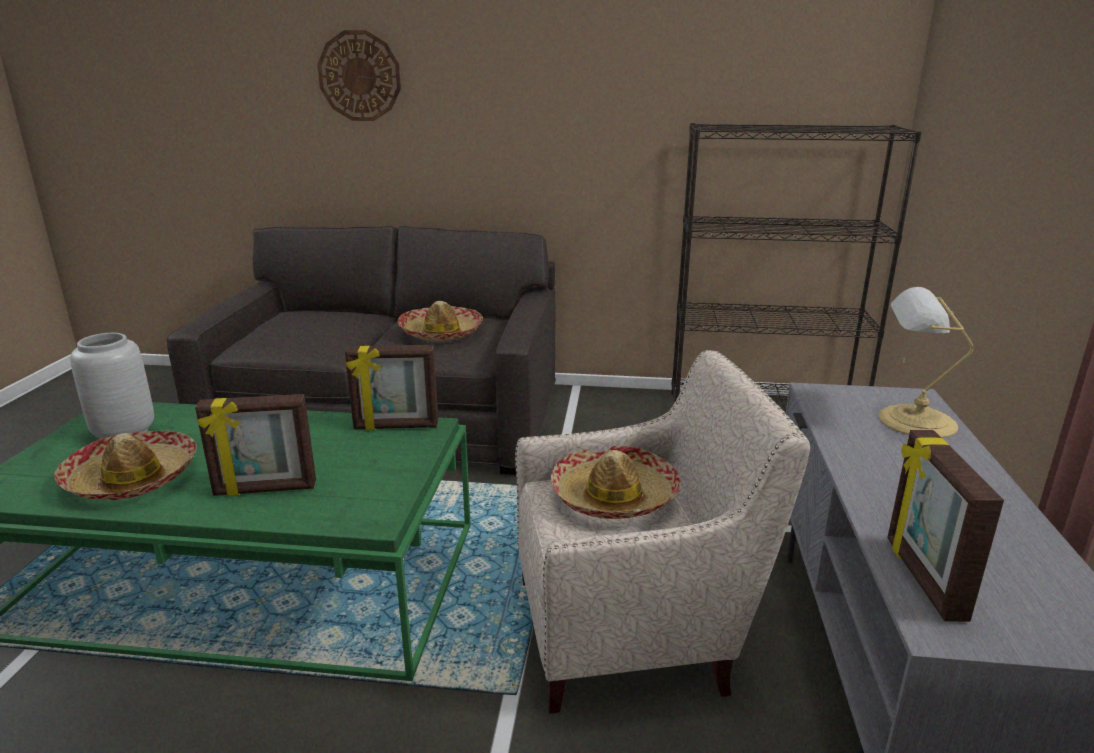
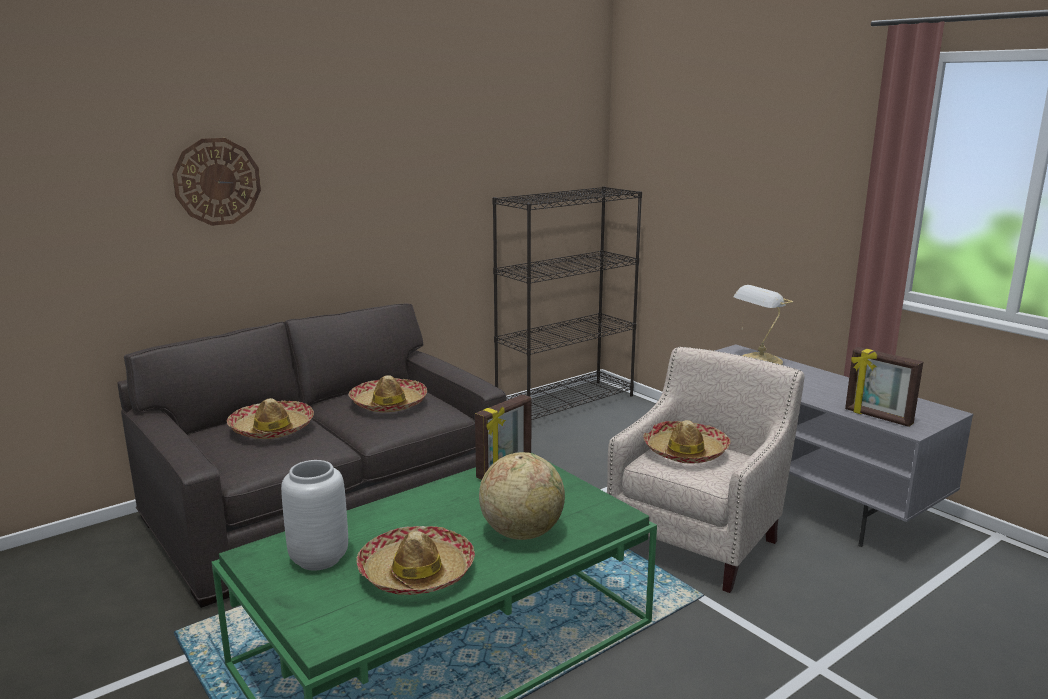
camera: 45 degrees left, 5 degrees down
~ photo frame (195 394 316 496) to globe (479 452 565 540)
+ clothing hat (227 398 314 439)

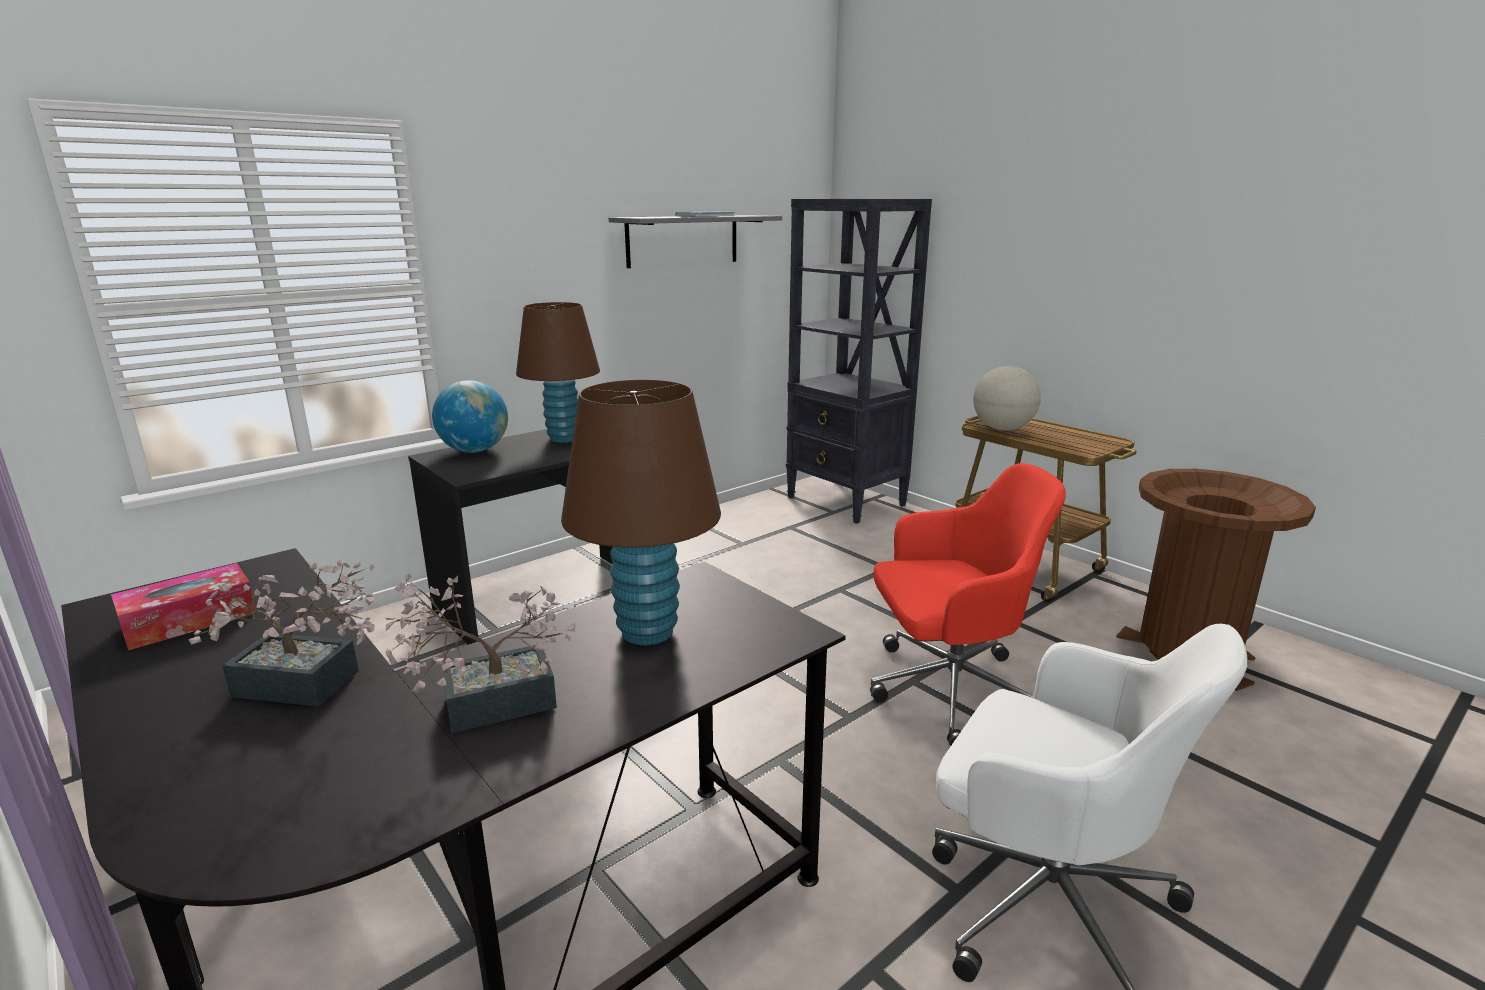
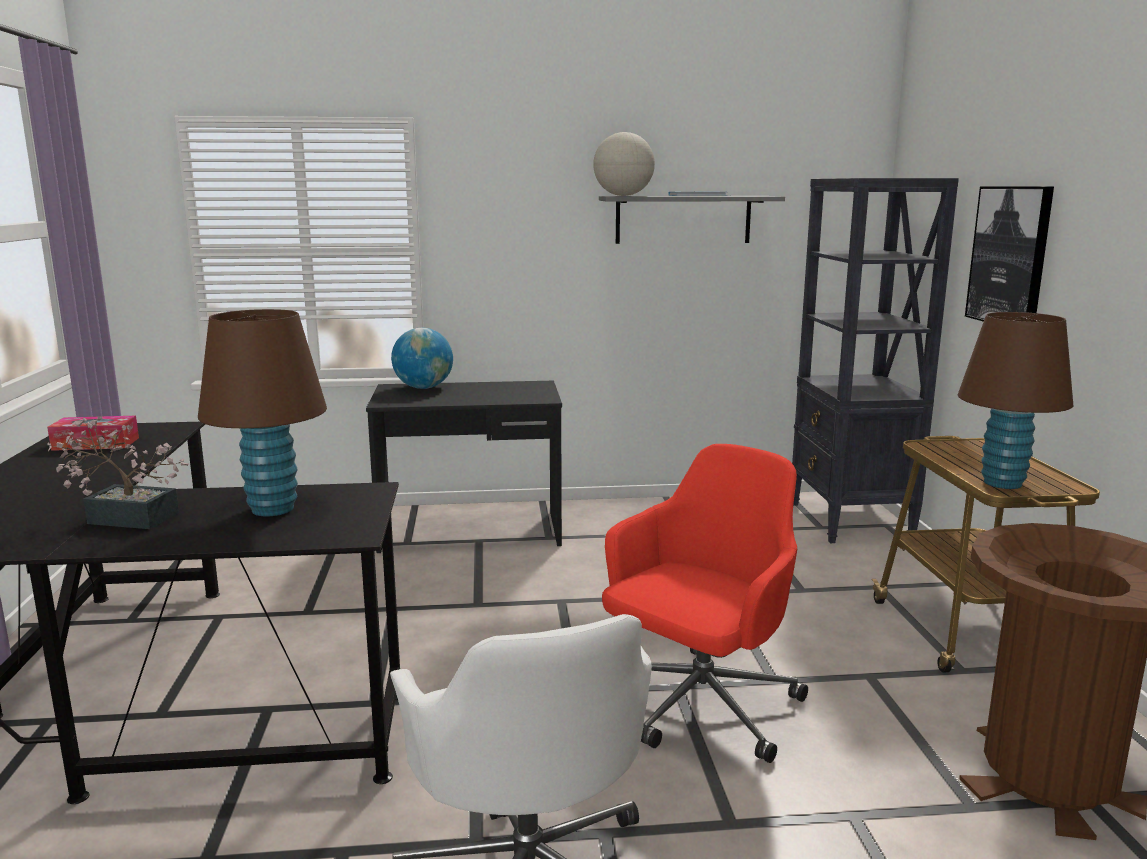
camera: 35 degrees right, 5 degrees down
~ table lamp/brown-coloured (516 302 600 443) to (958 312 1073 489)
~ globe (973 366 1041 431) to (593 132 655 196)
~ office chair/red (870 463 1066 746) = (602 444 808 763) 75 degrees counterclockwise
- potted plant (189 560 375 707)
+ wall art (965 186 1054 322)

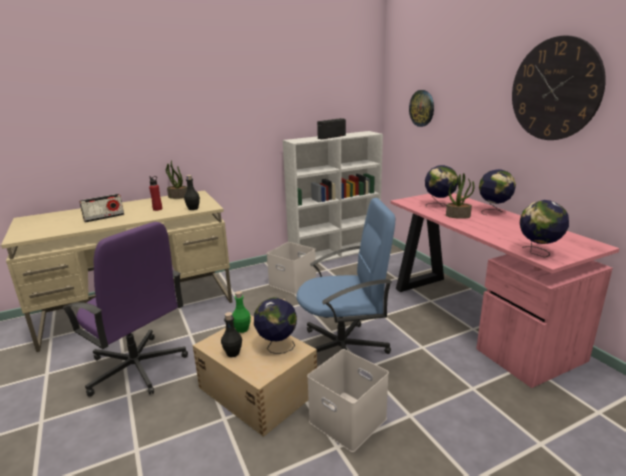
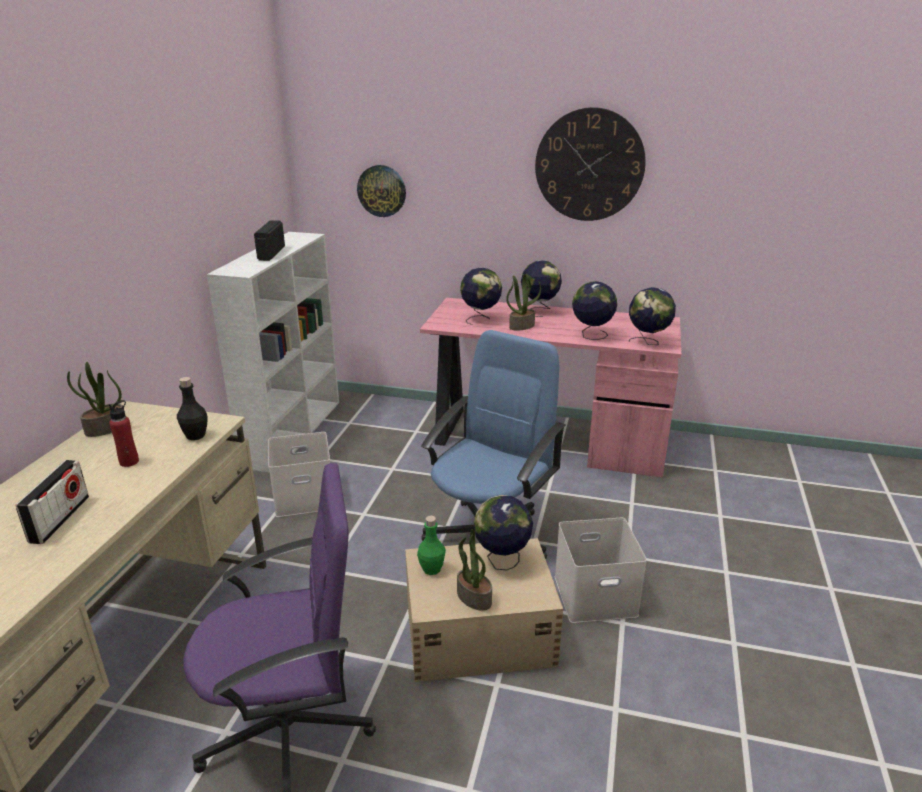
camera: 50 degrees left, 5 degrees up
~ beverage bottle/black (221 312 242 357) to potted plant (457 529 492 611)
+ globe (572 281 617 340)

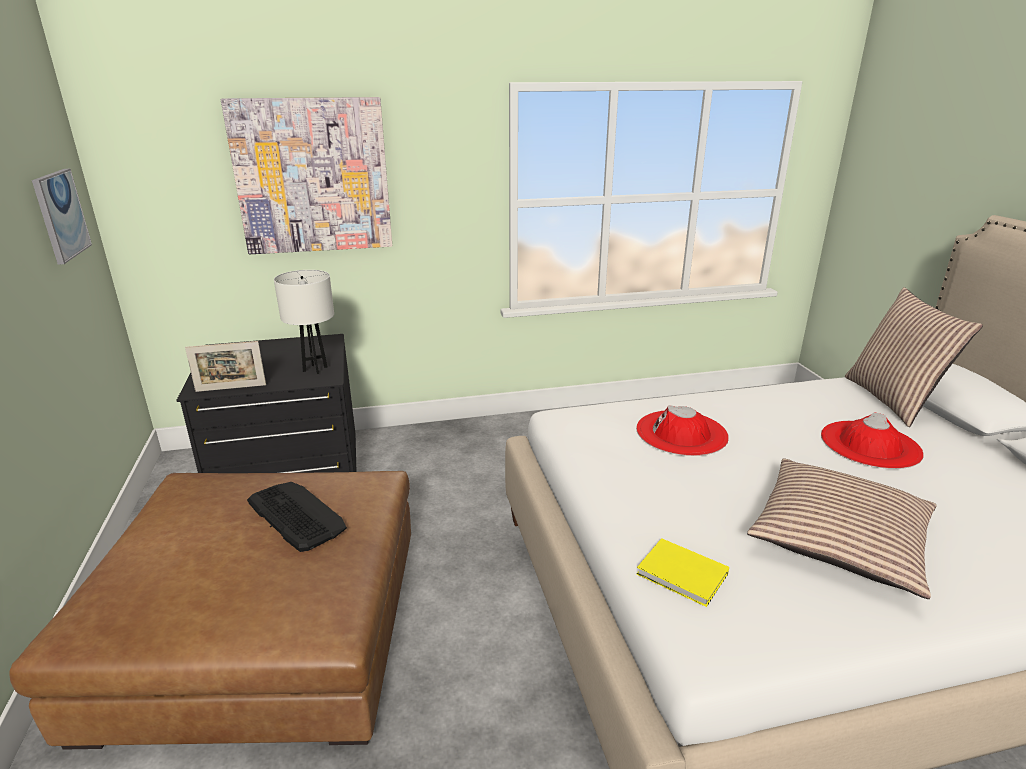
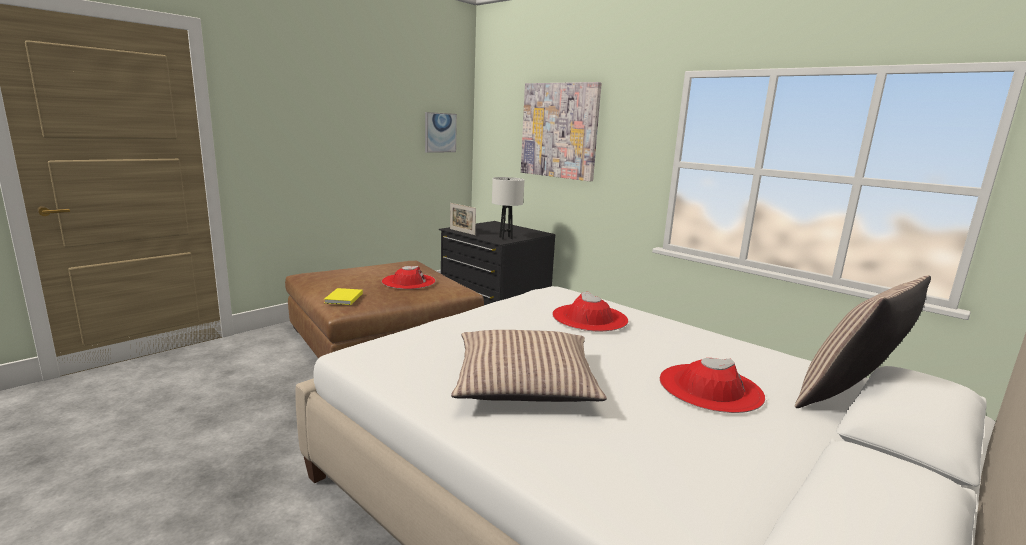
camera: 55 degrees right, 10 degrees down
~ computer keyboard (247 482 347 552) to clothing hat/red (382 266 435 289)
~ volume/yellow-coloured (636 538 729 607) to (324 288 363 305)

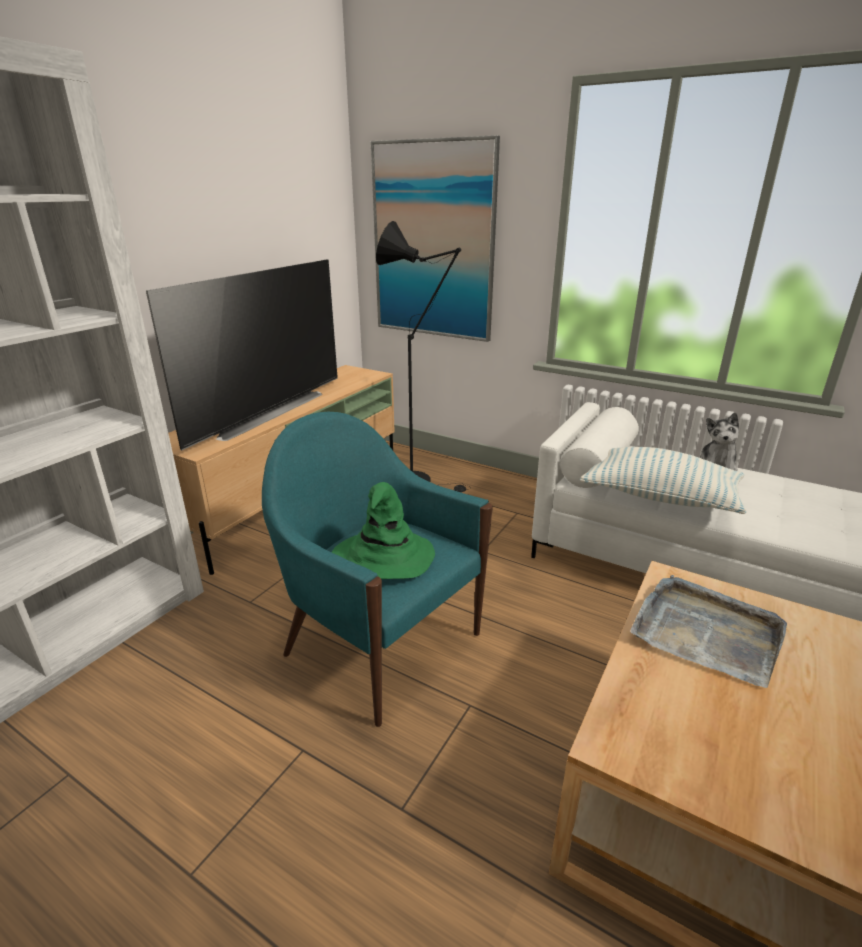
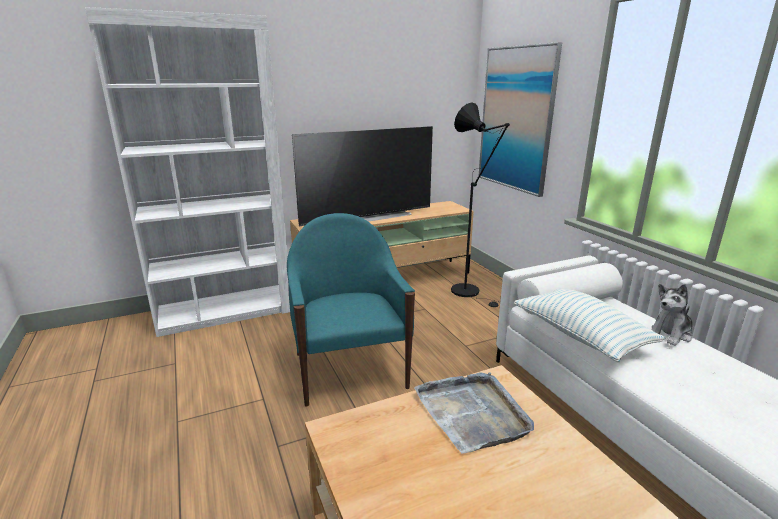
camera: 35 degrees right, 5 degrees down
- clothing hat/green-coloured (332 482 435 579)

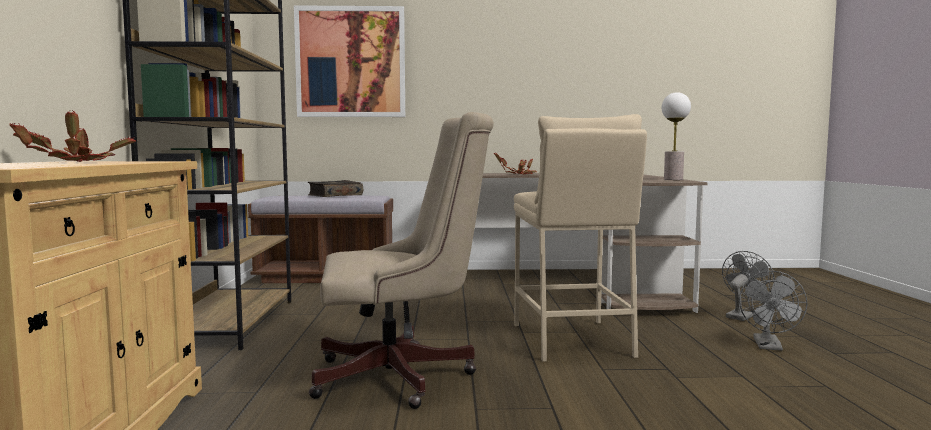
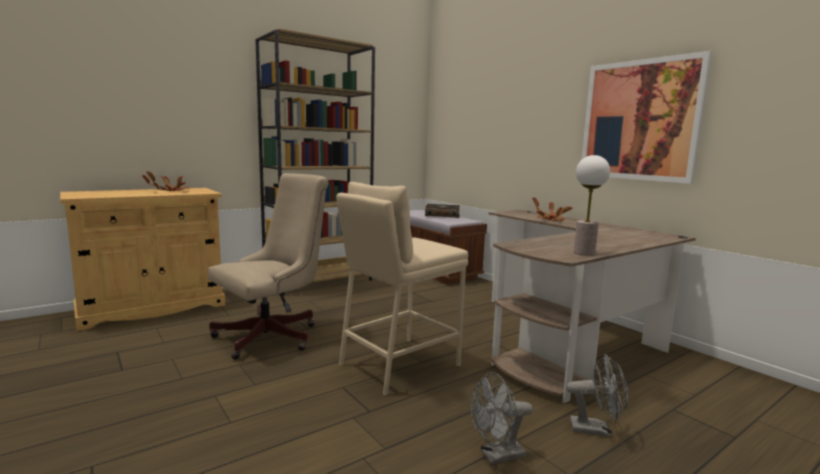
camera: 55 degrees right, 5 degrees up
~ wall art (294 5 405 117) to (582 51 712 184)
~ office chair/beige (309 112 494 409) = (208 173 328 359) 90 degrees counterclockwise

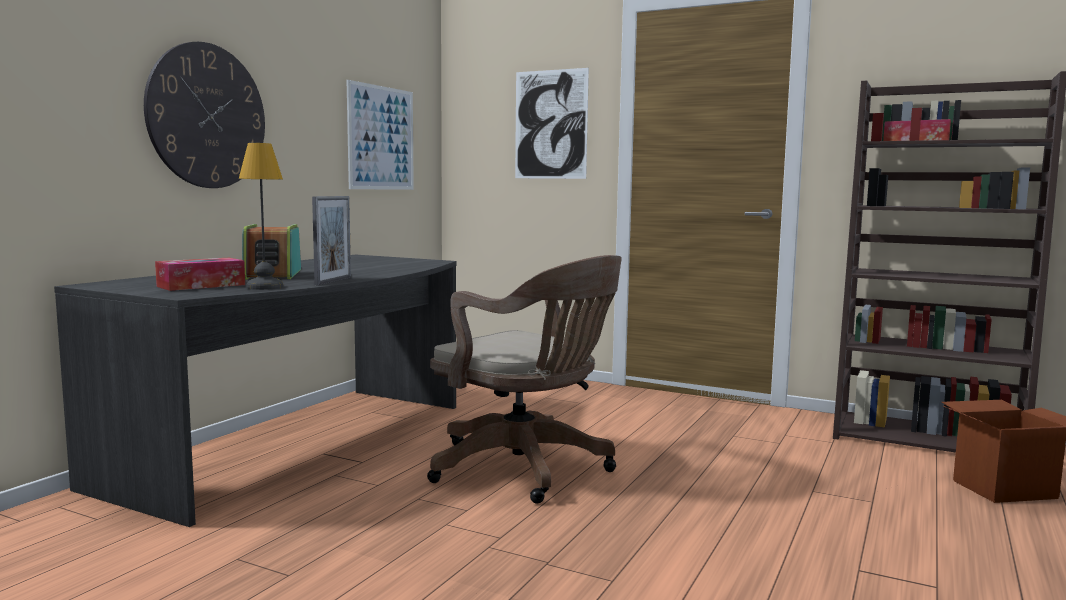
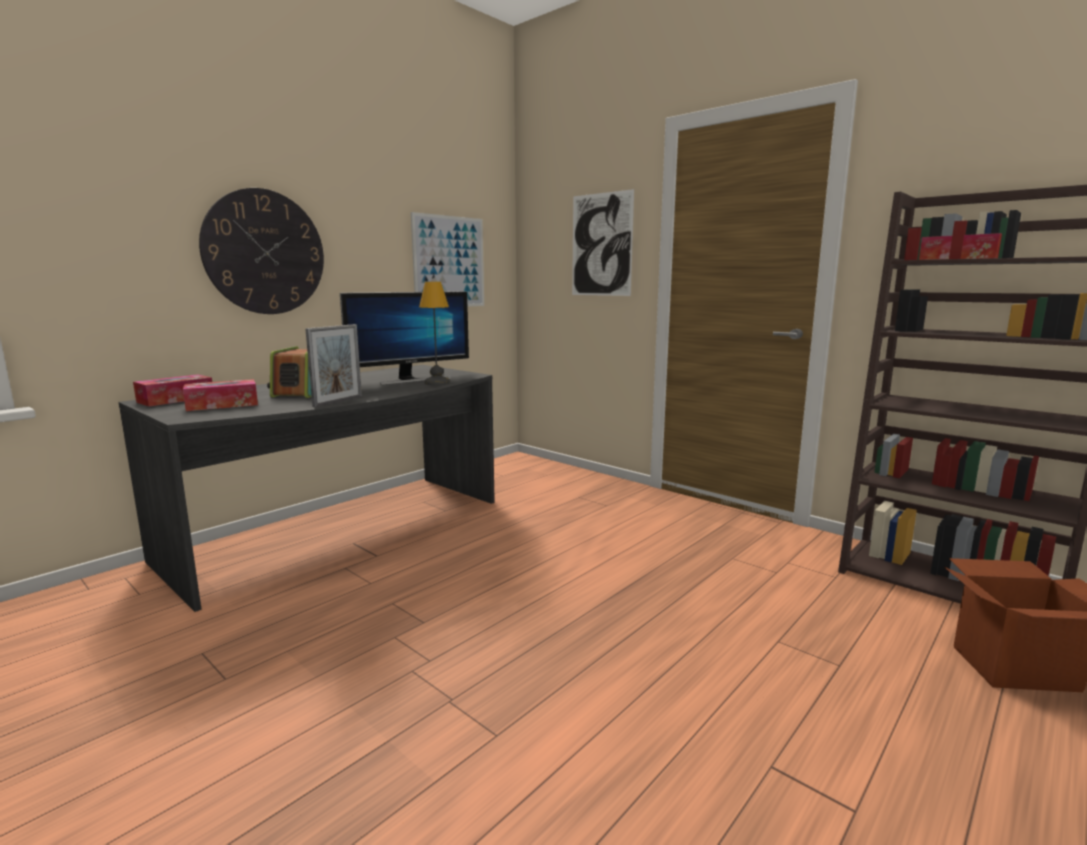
camera: 15 degrees right, 5 degrees up
~ table lamp (239 143 283 290) to (419 282 450 385)
- office chair/brown-coloured (427 255 622 503)
+ computer screen (340 291 469 385)
+ tissue holder (133 375 212 406)

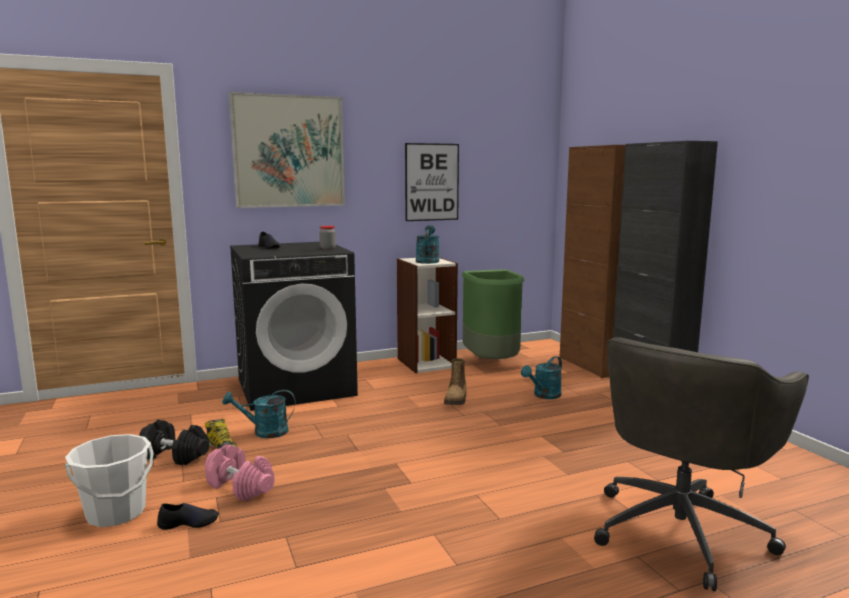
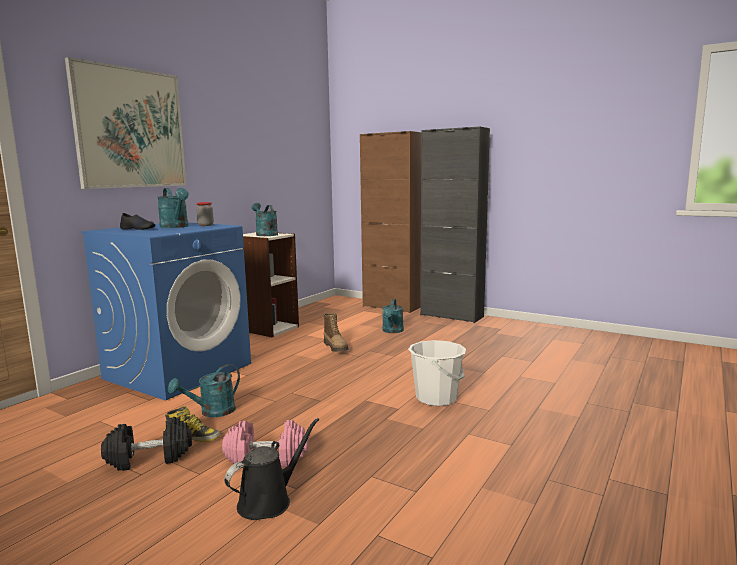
camera: 35 degrees left, 0 degrees up
- wall art (405 143 459 221)
~ washing machine/black (230 242 358 411) to washing machine/bluish (81 223 251 400)
- waste bin/green-coloured (462 269 524 359)
- office chair/greyish (594 337 809 591)
~ bucket/white-coloured (65 434 154 527) to (408 340 466 406)
~ shoe/black (157 503 219 530) to sprinkling can/black (224 418 319 520)
+ sprinkling can/turquoise (157 188 189 228)

